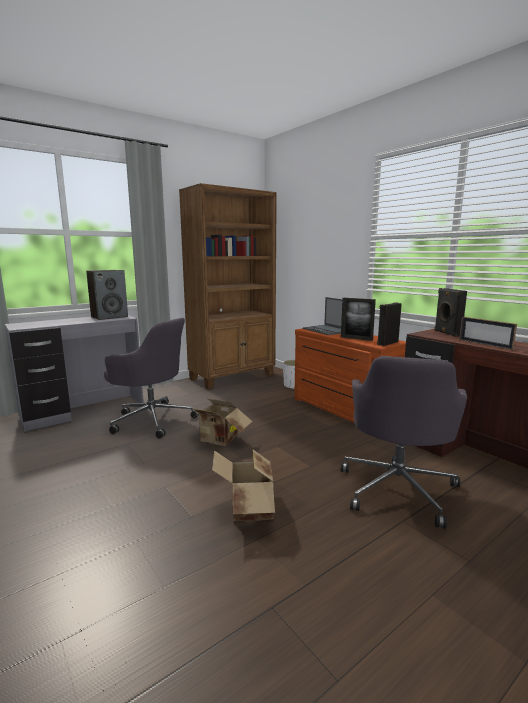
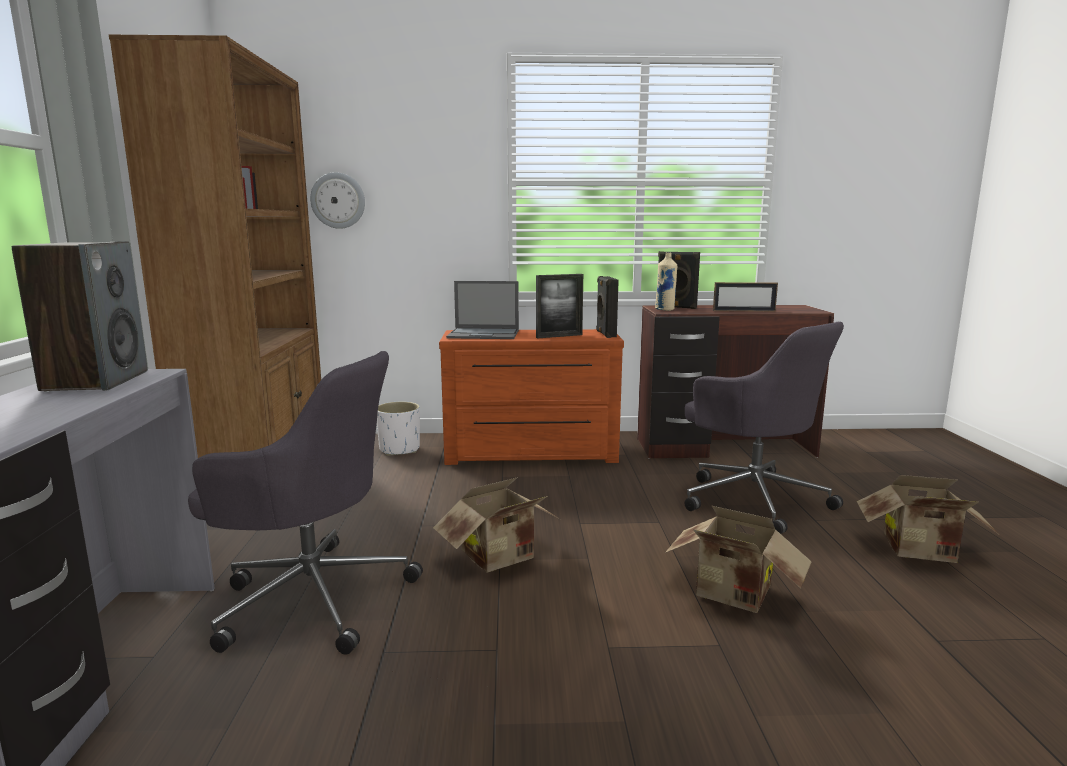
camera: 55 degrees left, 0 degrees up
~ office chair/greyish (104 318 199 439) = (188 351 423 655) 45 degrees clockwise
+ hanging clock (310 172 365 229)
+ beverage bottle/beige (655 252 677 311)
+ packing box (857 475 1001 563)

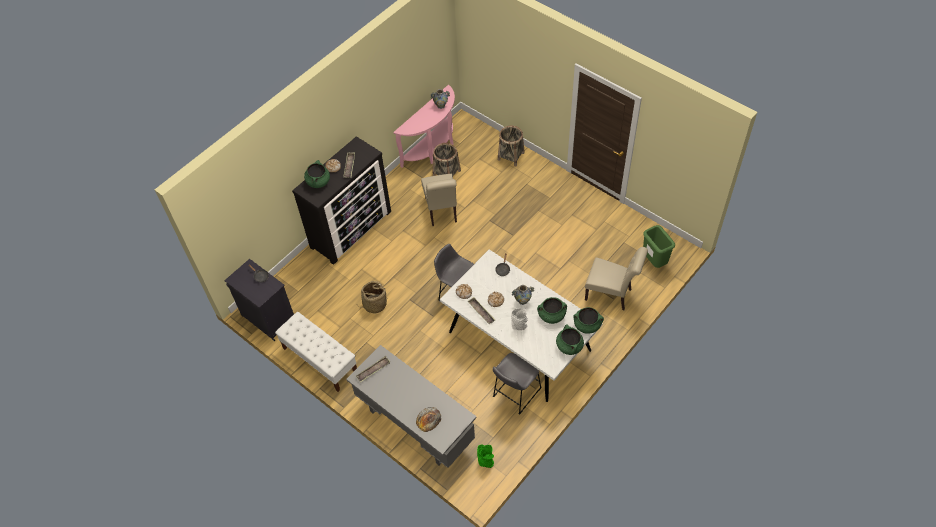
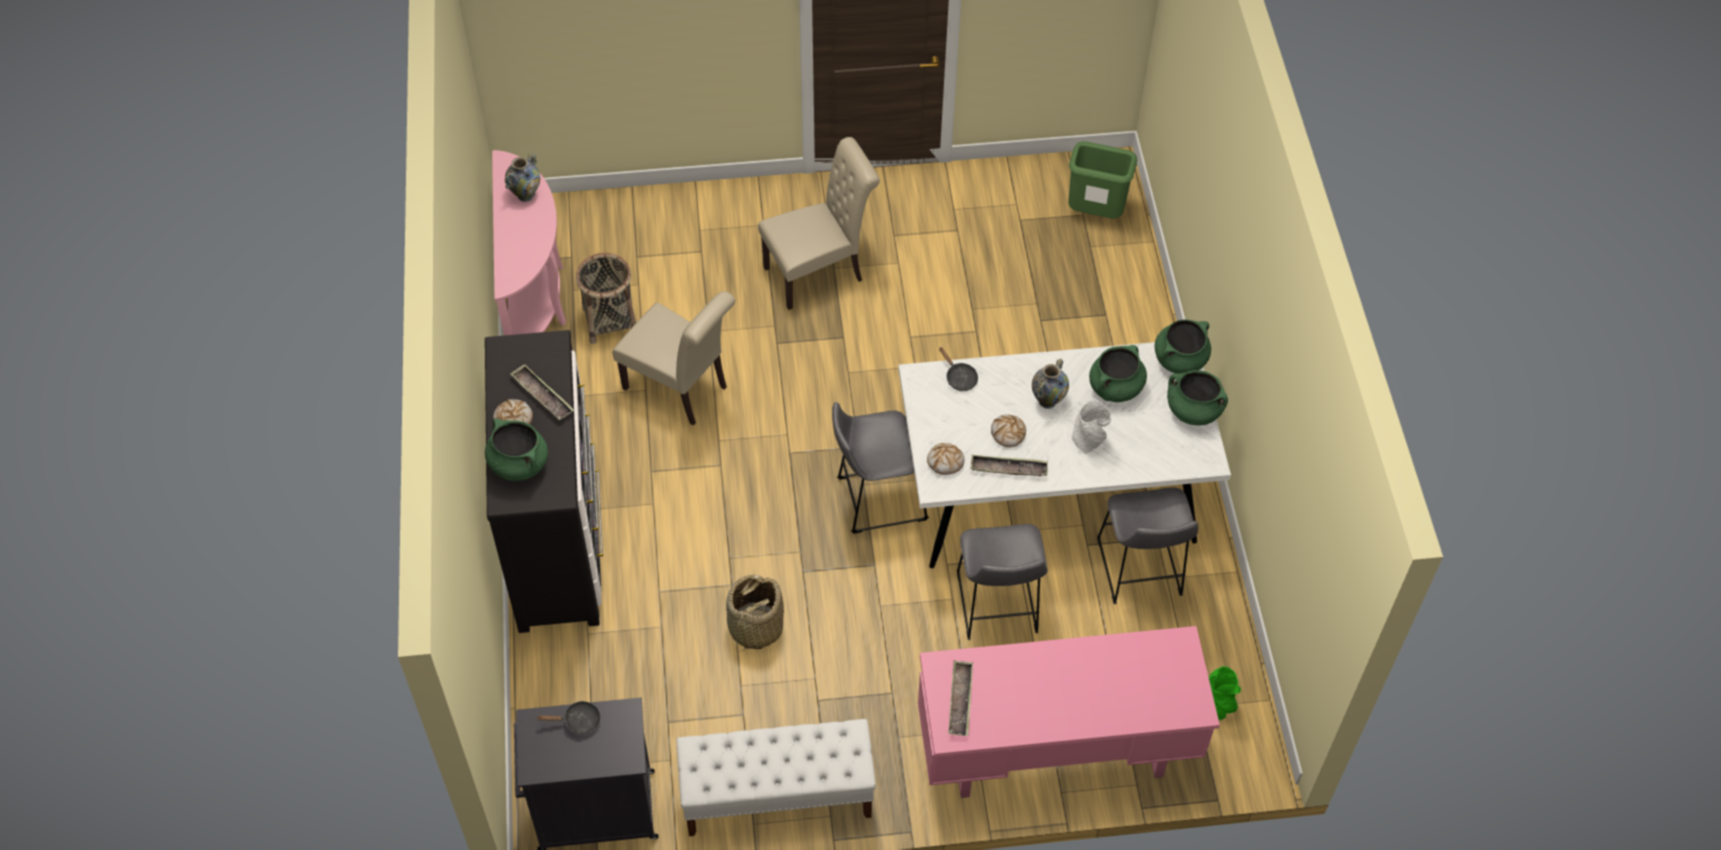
camera: 50 degrees left, 0 degrees up
- basket (498 126 524 166)
~ chair/beige (585 247 648 310) to (758 137 880 310)
~ desk unit/greyish (346 345 477 468) to desk unit/pink (918 626 1220 798)
- bread (416 407 441 432)
+ sitting stool/greyish (957 524 1048 640)

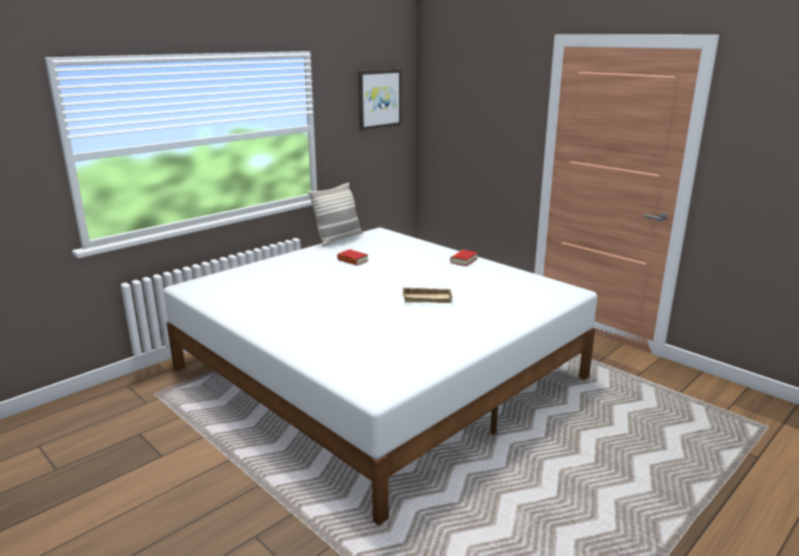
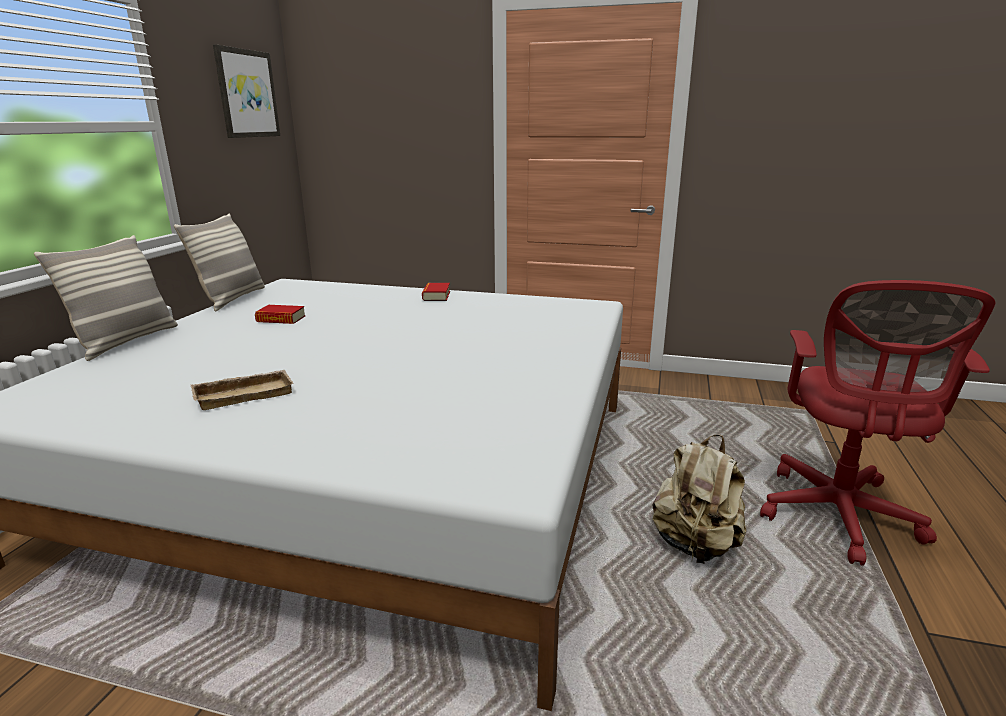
camera: 30 degrees left, 0 degrees up
~ serving tray/beige (402 287 453 303) to (191 370 294 410)
+ cushion (34 235 178 361)
+ office chair/red (760 280 996 566)
+ rucksack/beige (653 435 746 564)

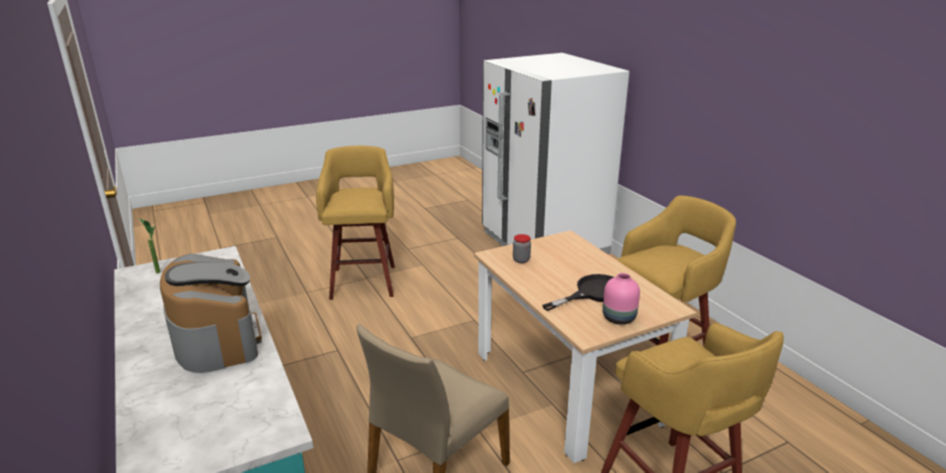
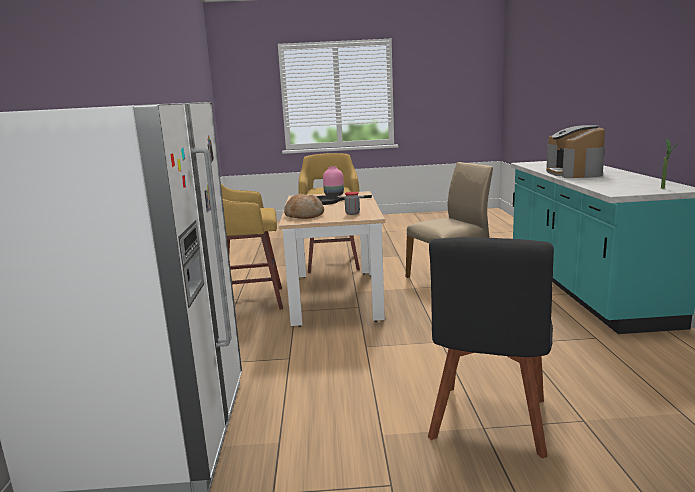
camera: 155 degrees left, 10 degrees down
~ sitting stool/yellow-coloured (316 146 395 300) to chair/black (428 237 554 459)
+ bread (284 194 324 219)

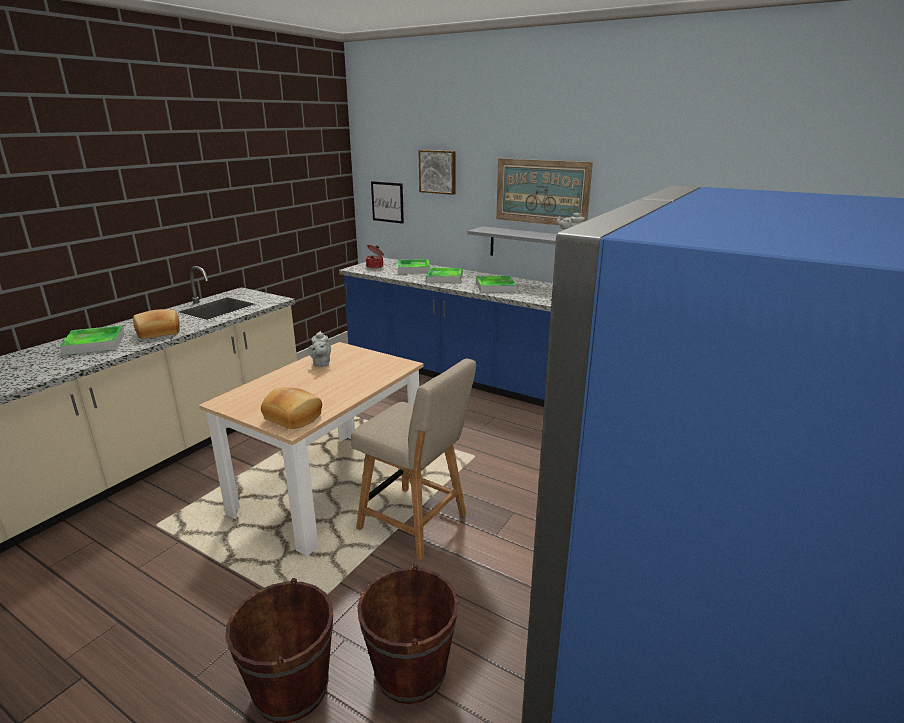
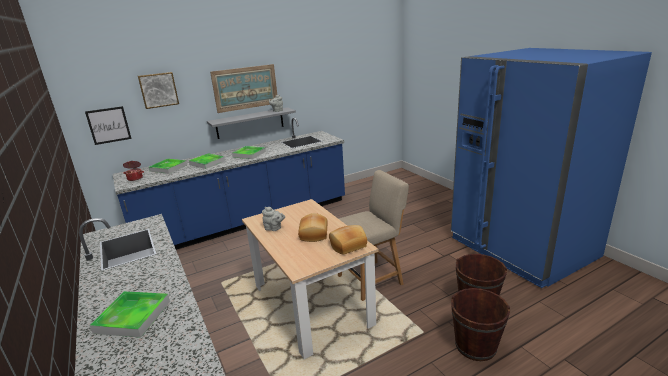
camera: 60 degrees left, 0 degrees up
~ bread (133 309 180 339) to (298 213 328 242)

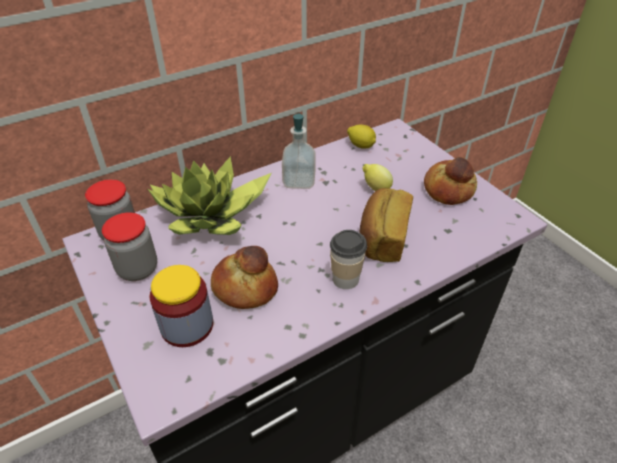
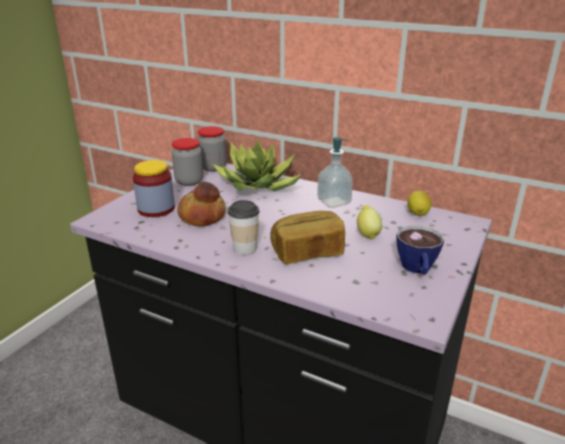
camera: 60 degrees right, 15 degrees down
~ bread (424 157 477 205) to small cup (396 225 444 275)

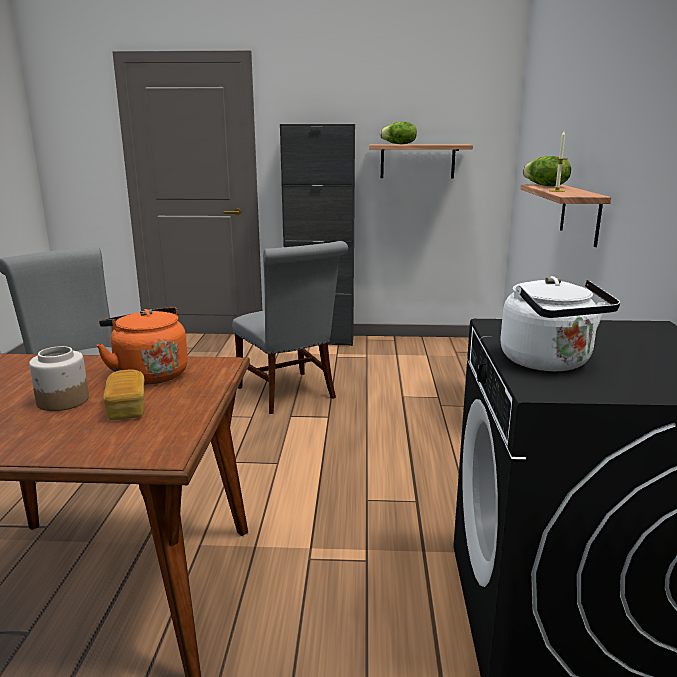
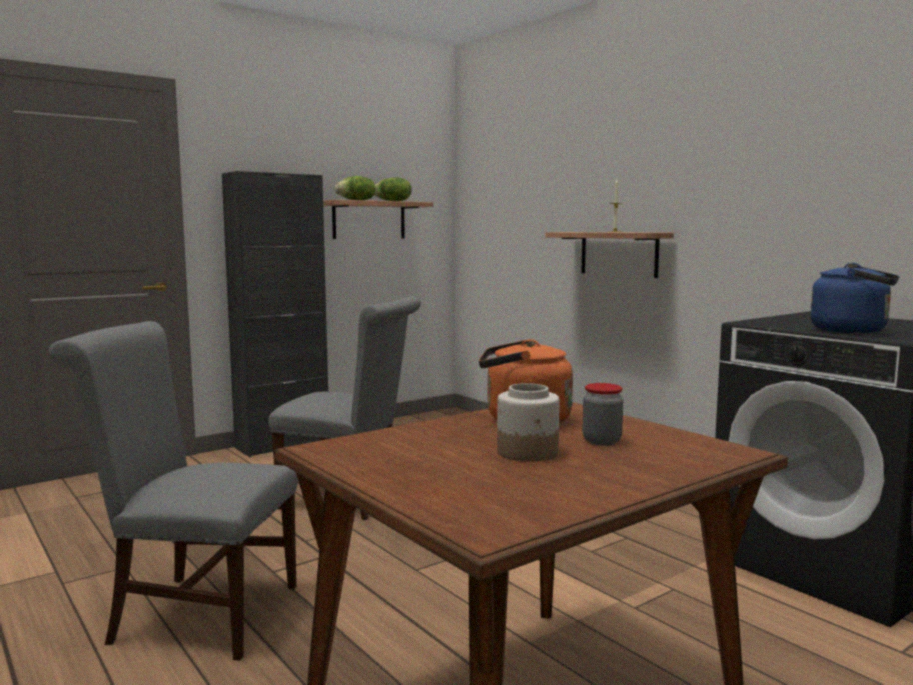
camera: 40 degrees left, 10 degrees down
~ head of lettuce (523 156 571 186) to (374 177 411 201)
~ water kettle/white-coloured (500 276 620 371) to water kettle/bluish (810 263 899 333)
~ bread (103 369 145 420) to jar (582 383 623 446)

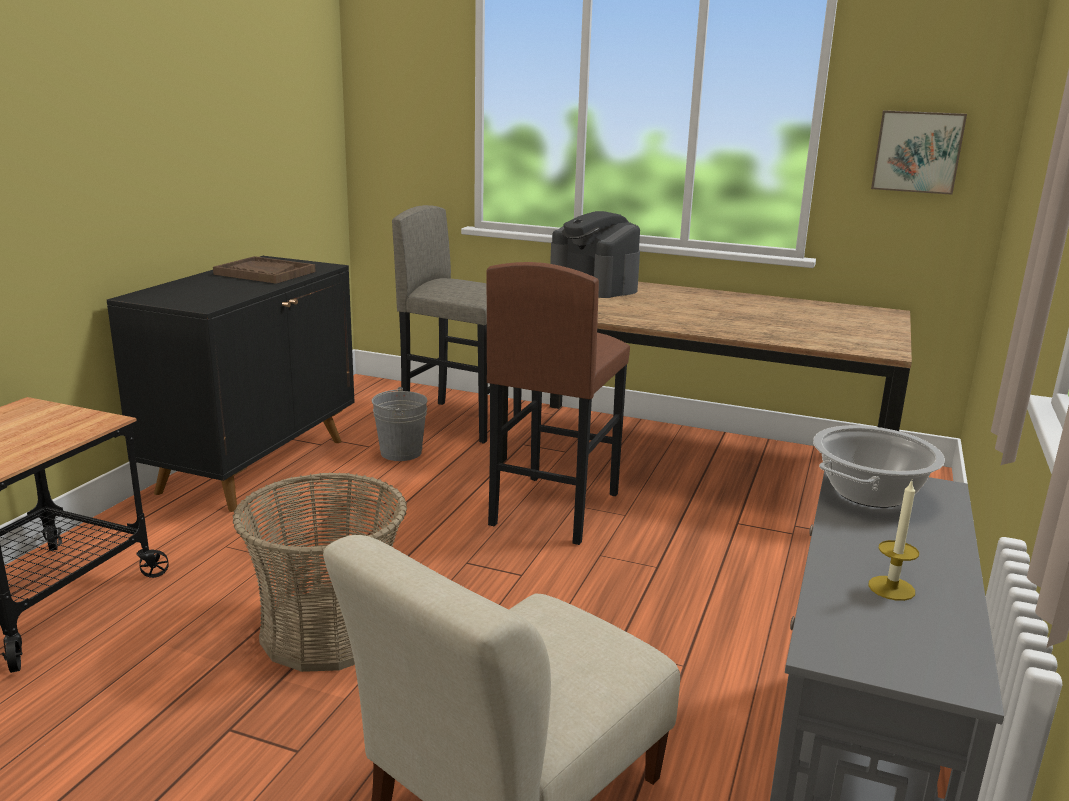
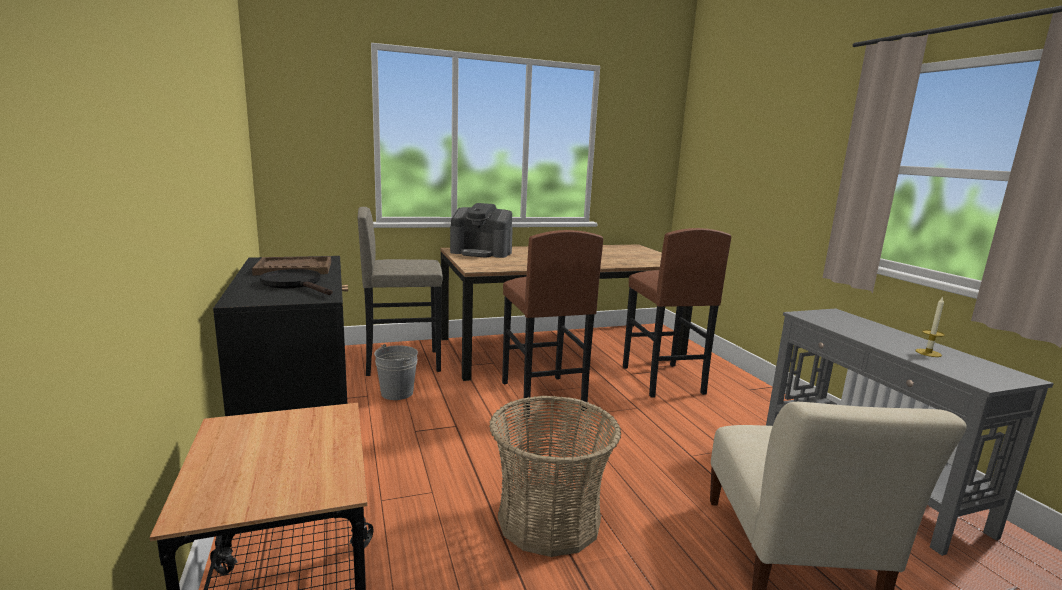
camera: 40 degrees left, 5 degrees down
- wall art (871 110 967 195)
- saucepot (813 425 945 508)
+ sitting stool/brown-coloured (623 228 731 398)
+ pan/black (260 269 333 295)

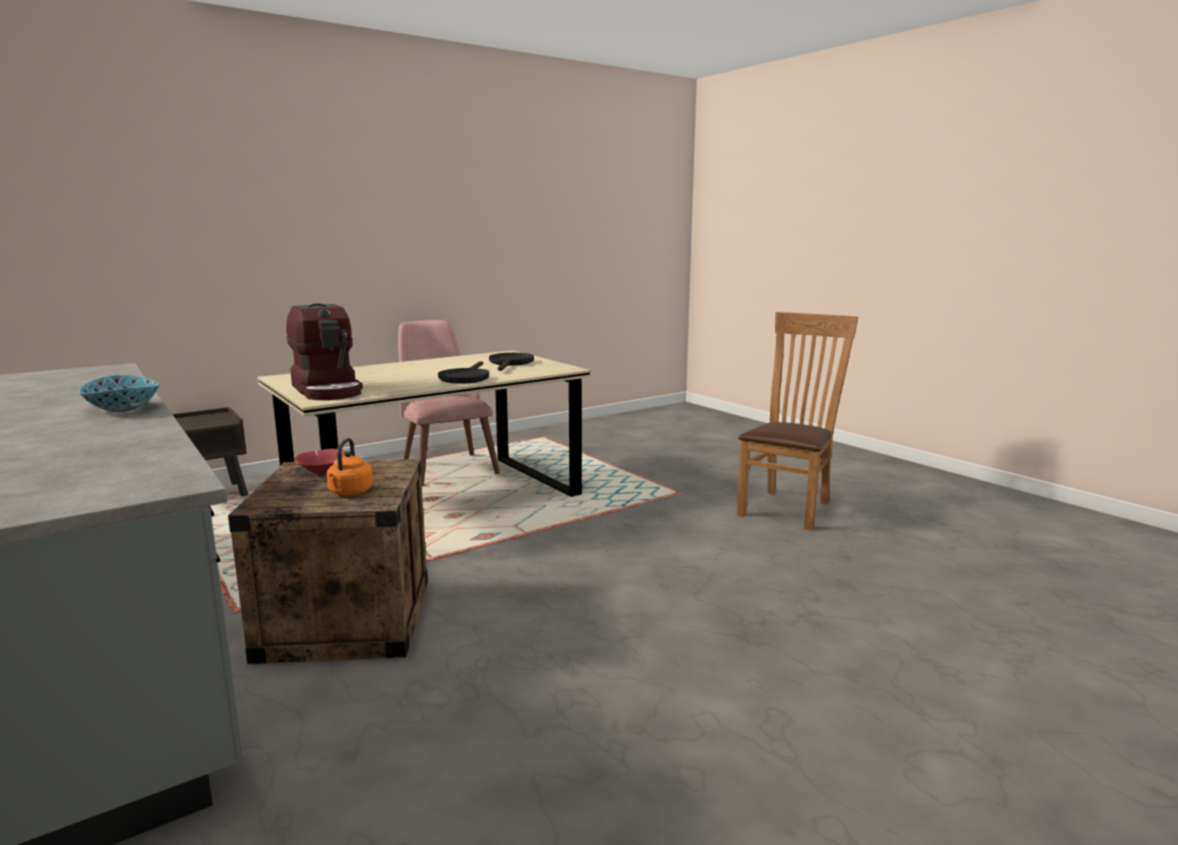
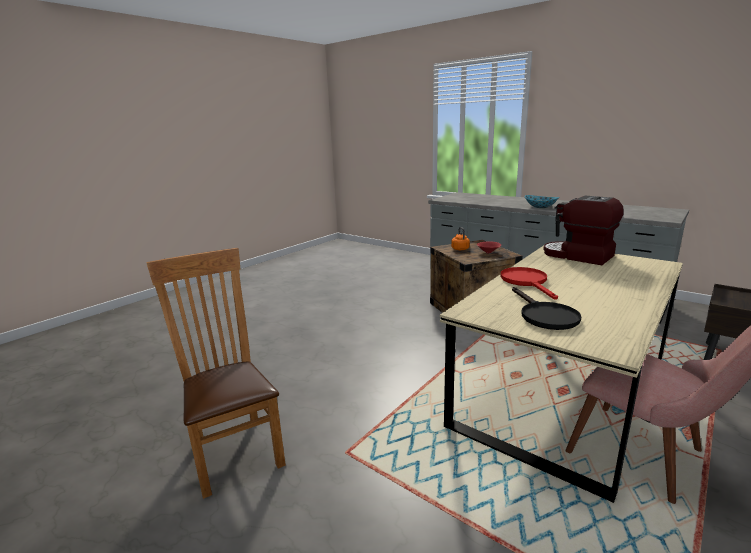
camera: 165 degrees right, 5 degrees up
~ chair/brown-coloured (736 312 858 531) = (146 248 286 499) 135 degrees clockwise
~ pan/black (438 361 489 384) to pan/red (500 267 558 300)

